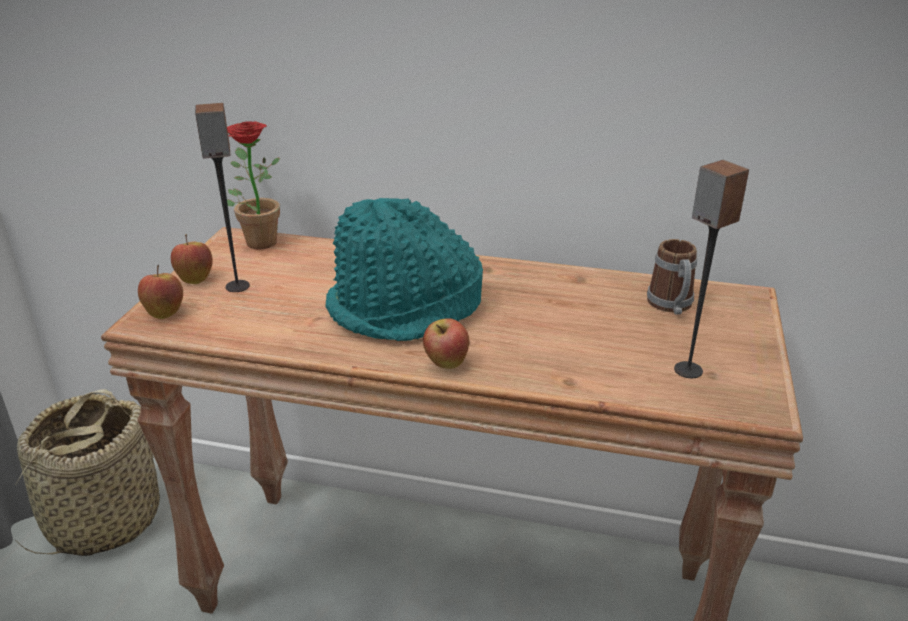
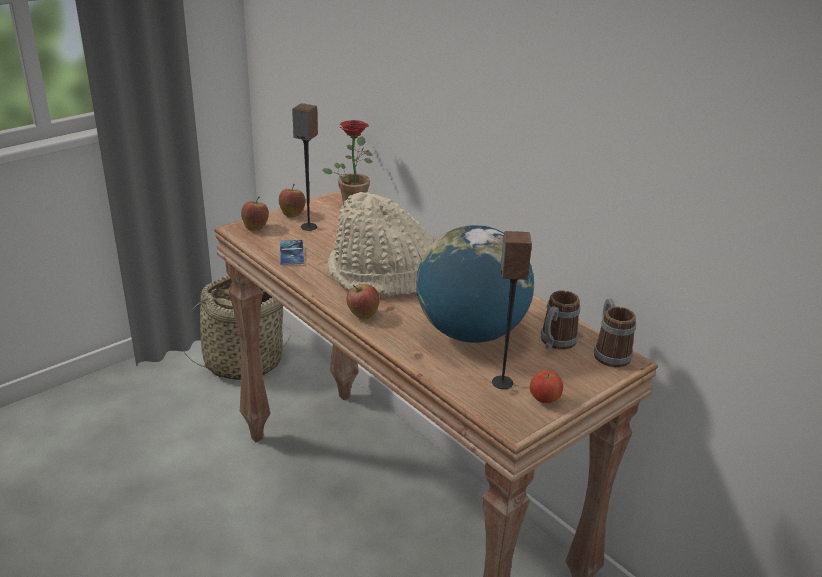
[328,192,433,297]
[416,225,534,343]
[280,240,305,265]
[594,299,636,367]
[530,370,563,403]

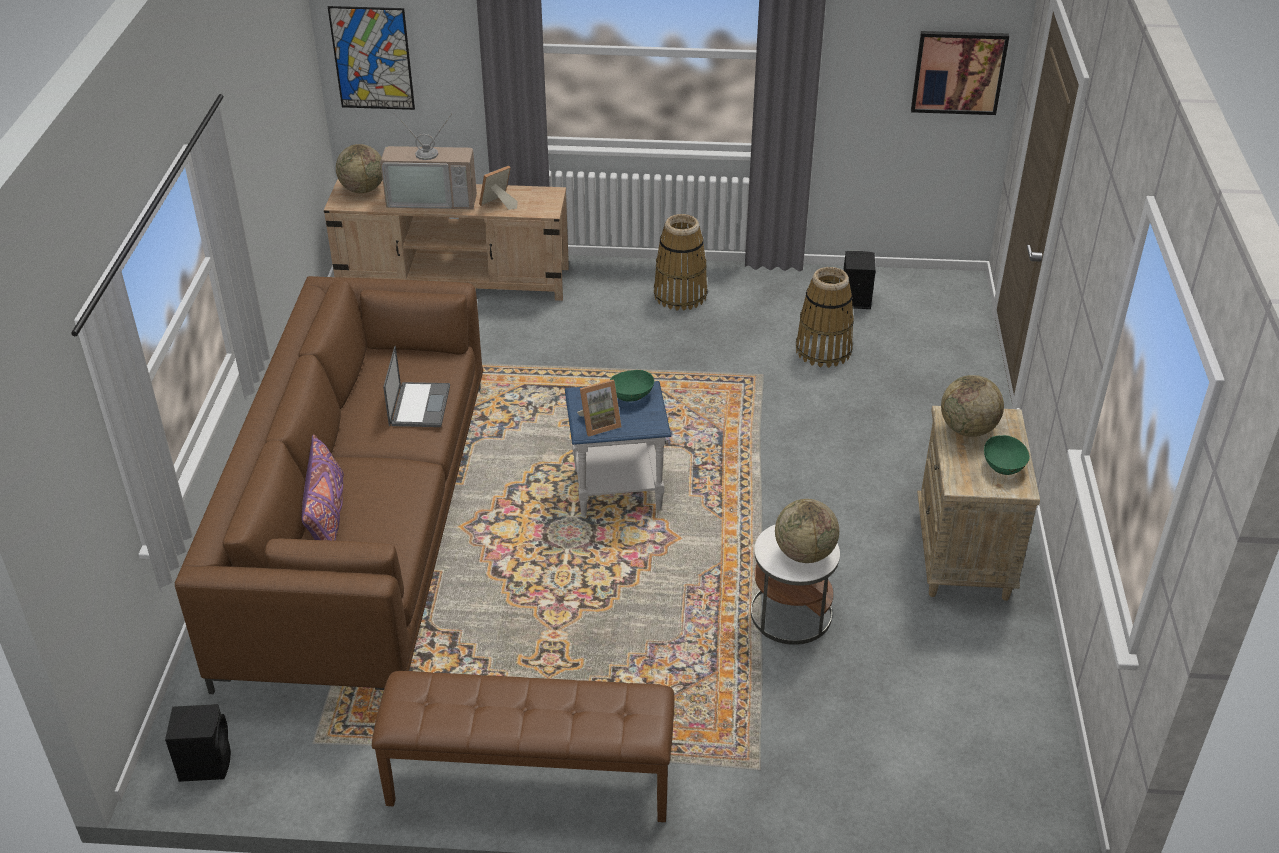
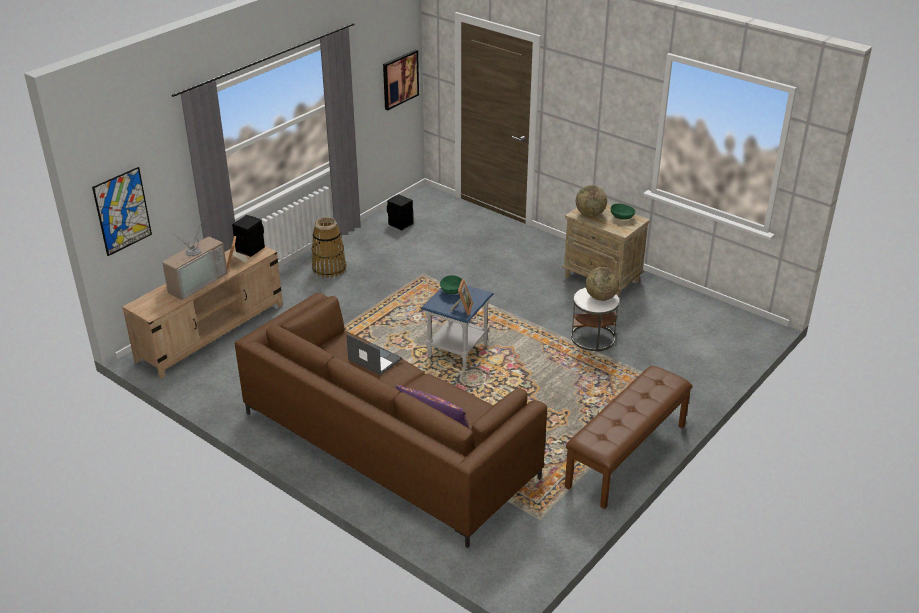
[336,144,383,193] (first image)
[796,267,854,368] (first image)
[232,215,265,257]

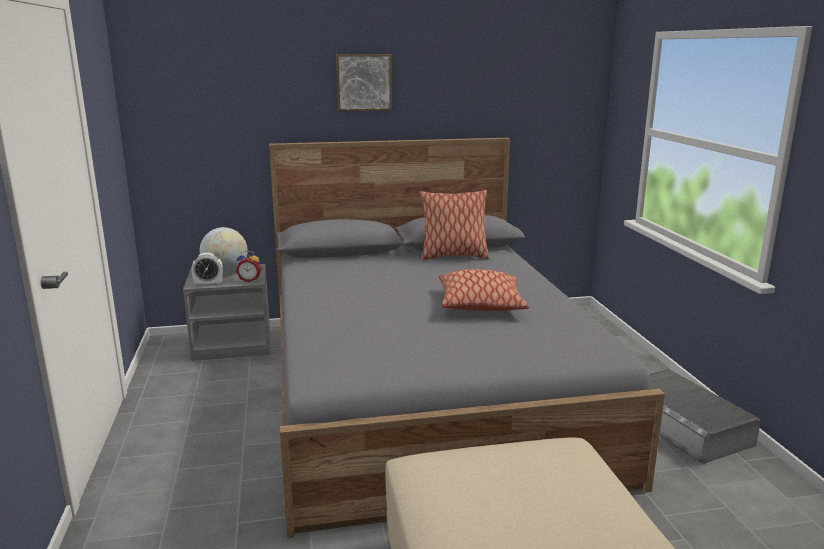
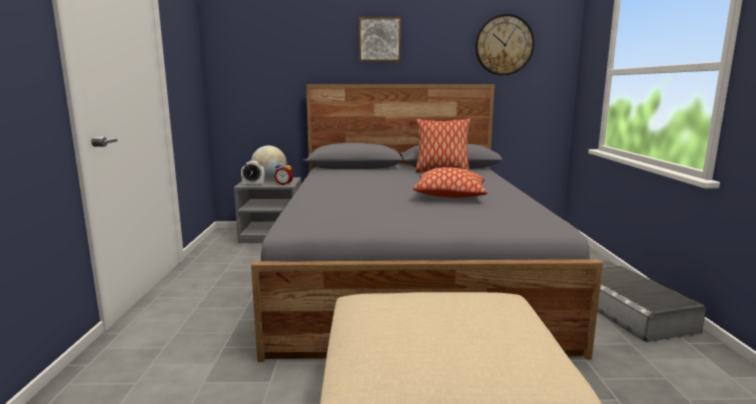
[475,14,534,75]

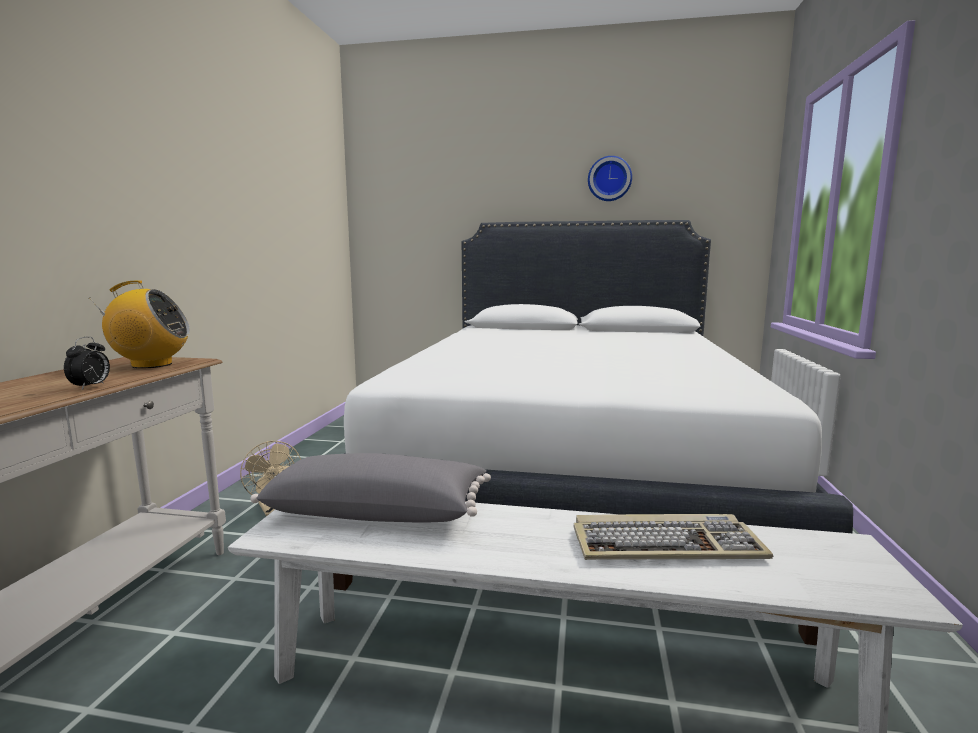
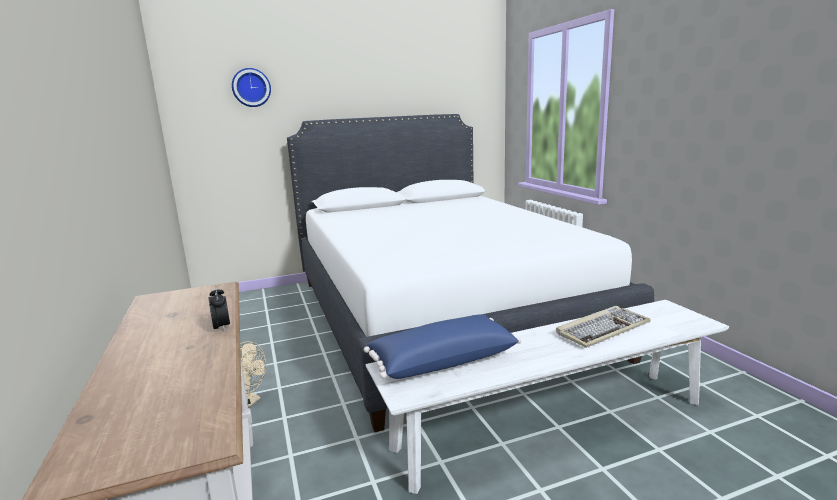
[232,68,271,107]
[88,280,190,369] (first image)
[364,314,521,379]

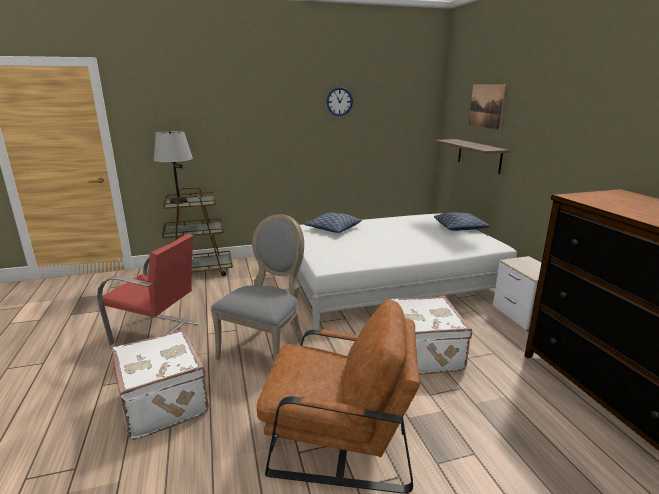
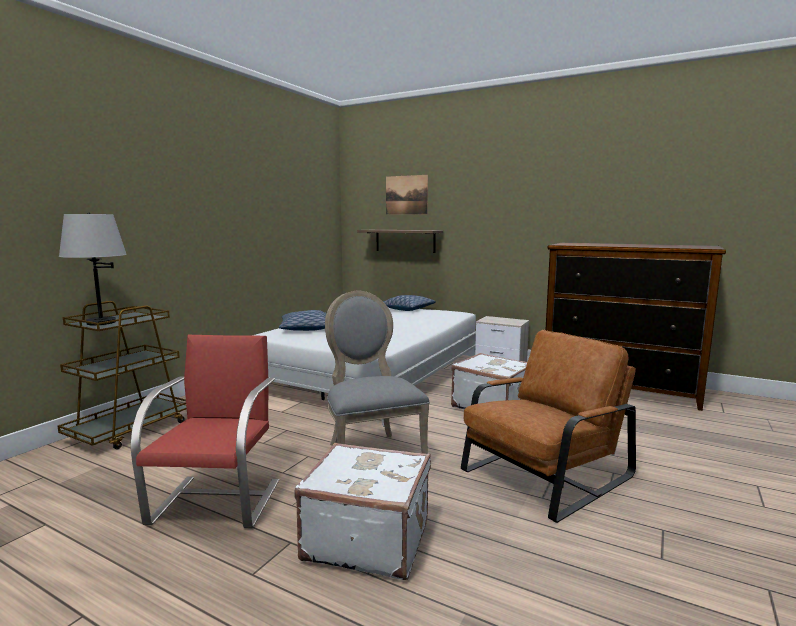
[326,87,353,116] (first image)
[130,335,279,528]

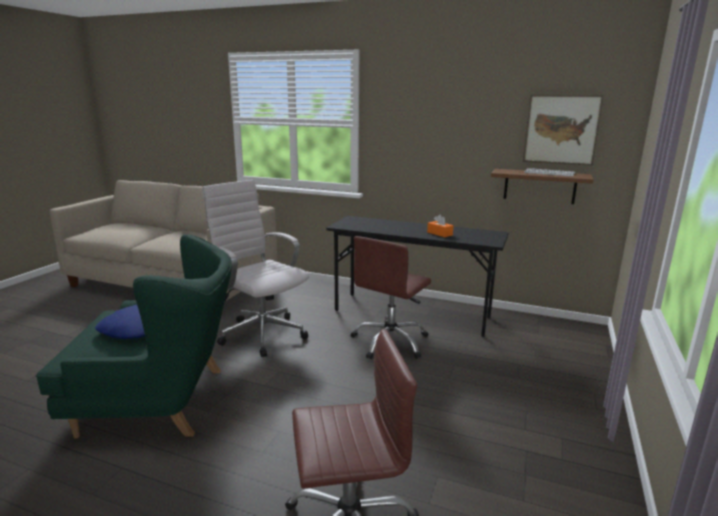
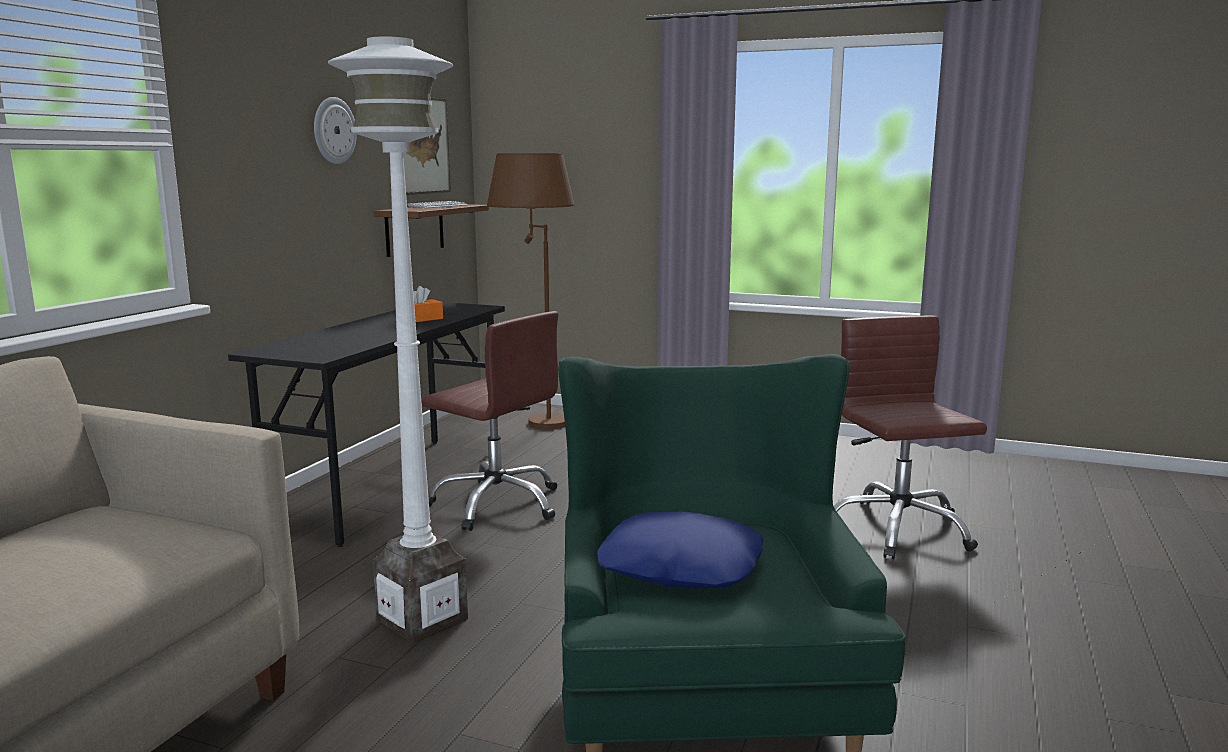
[328,36,468,643]
[314,97,357,164]
[487,153,574,429]

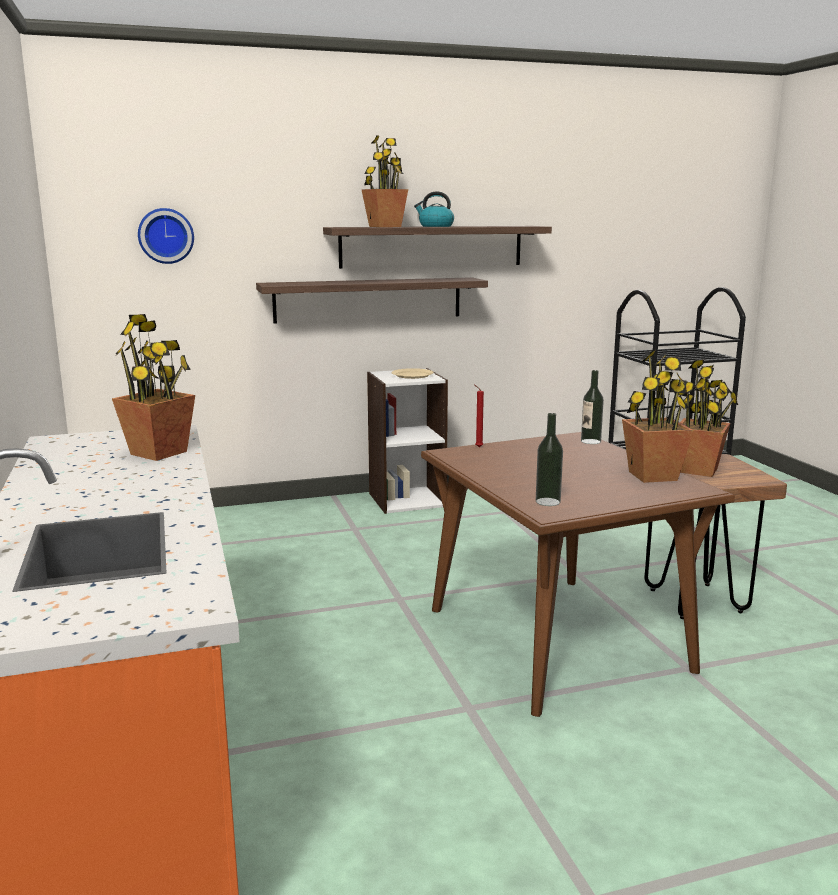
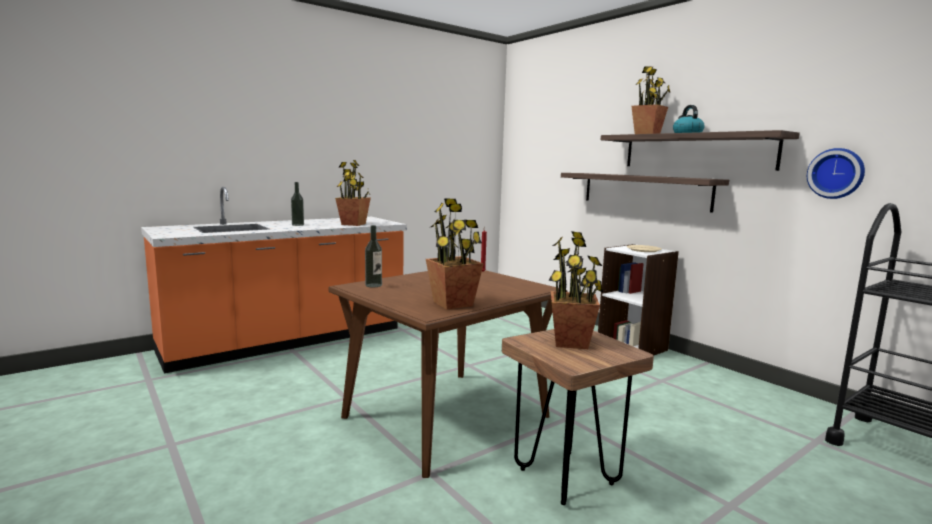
[807,148,865,199]
[291,182,304,226]

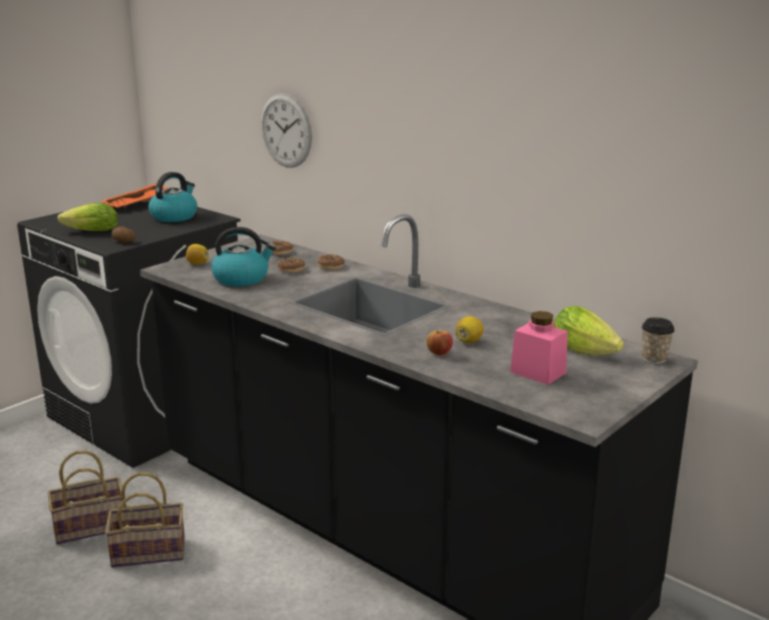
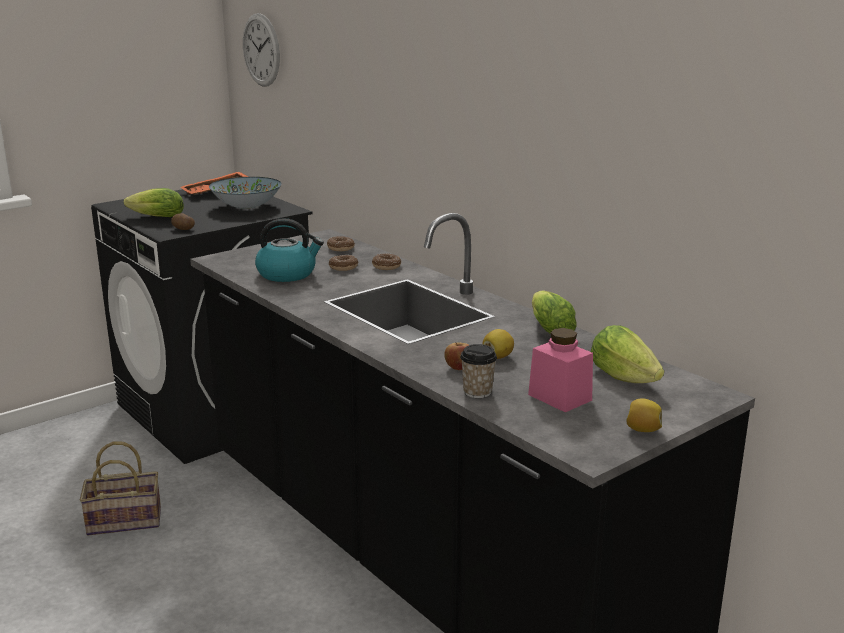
[243,13,280,87]
[209,177,282,209]
[627,398,662,432]
[460,344,497,398]
[105,472,185,567] (first image)
[532,290,577,334]

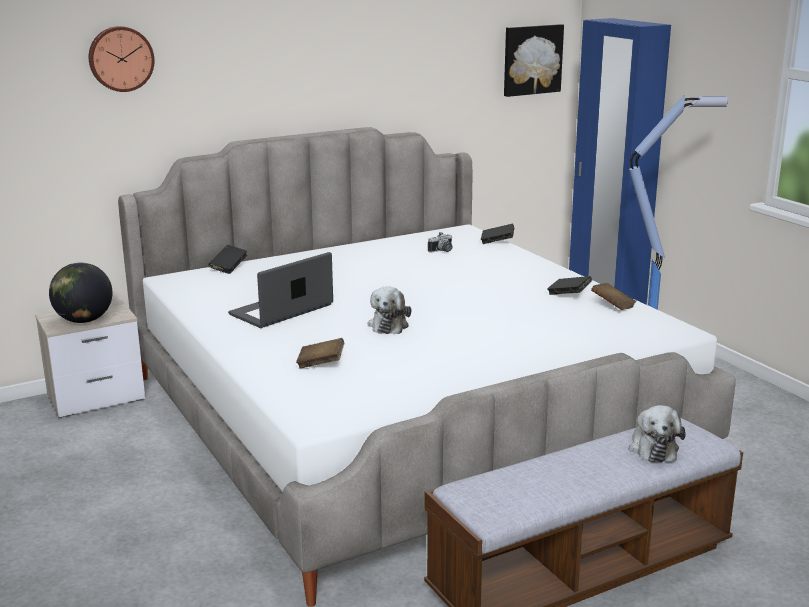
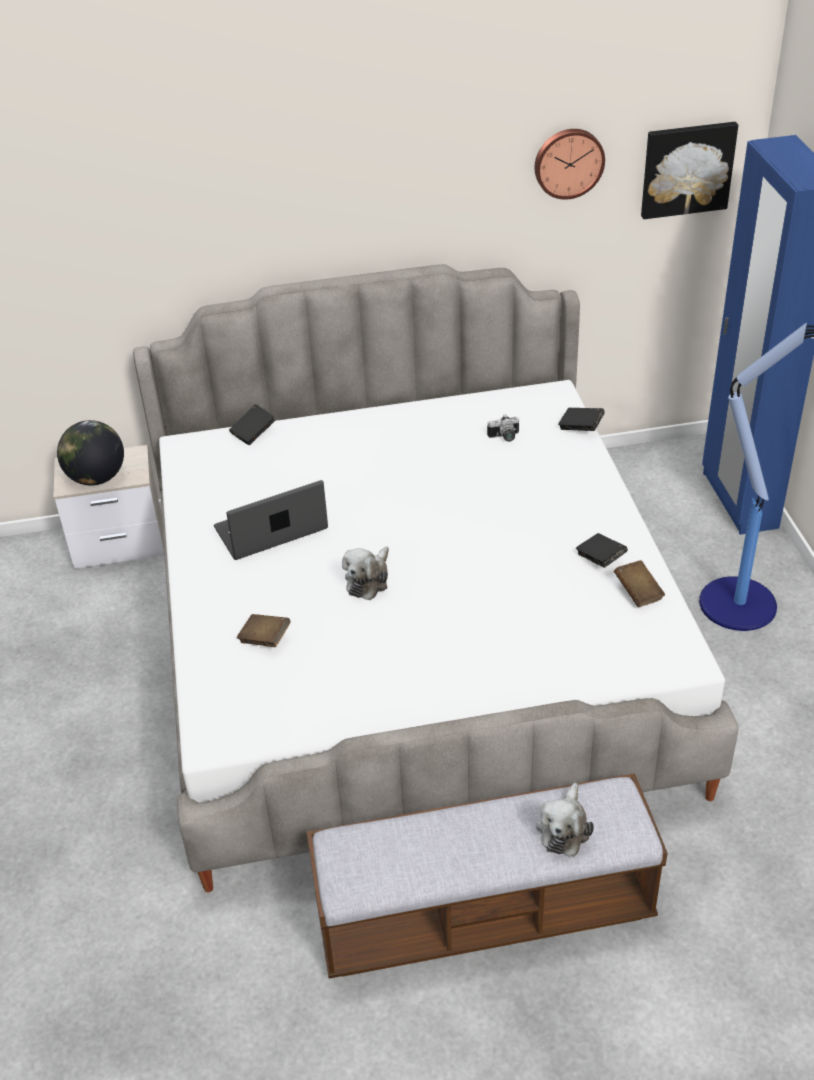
[535,129,605,200]

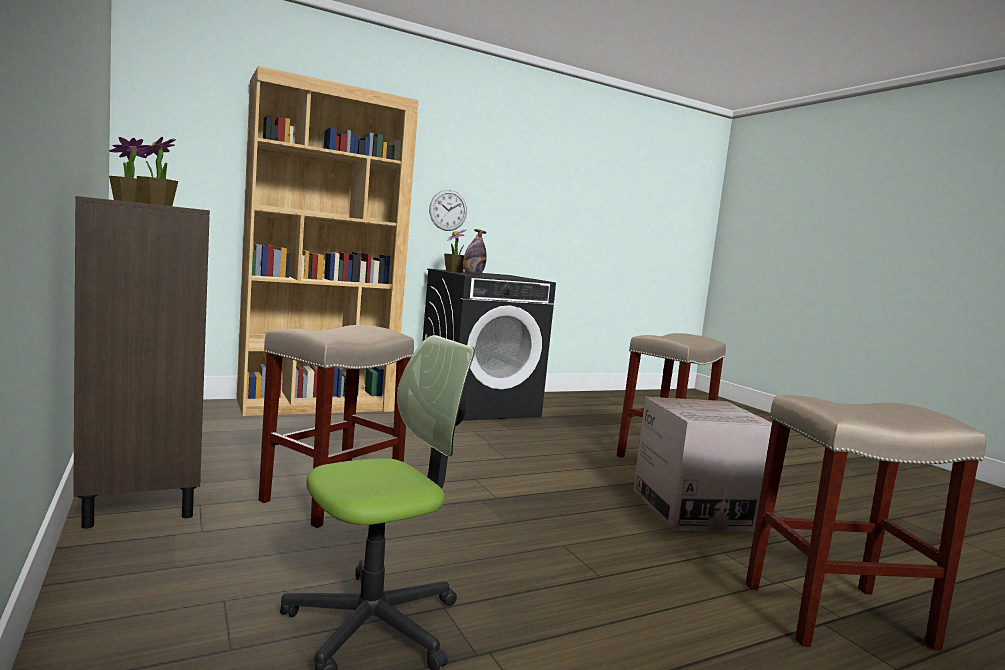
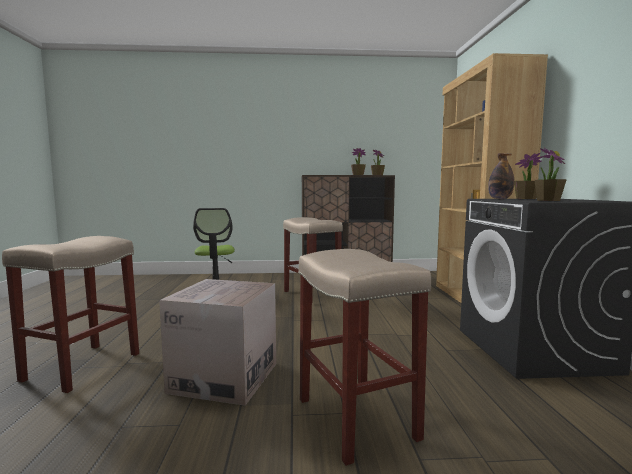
[429,190,467,231] (first image)
[534,147,567,201]

